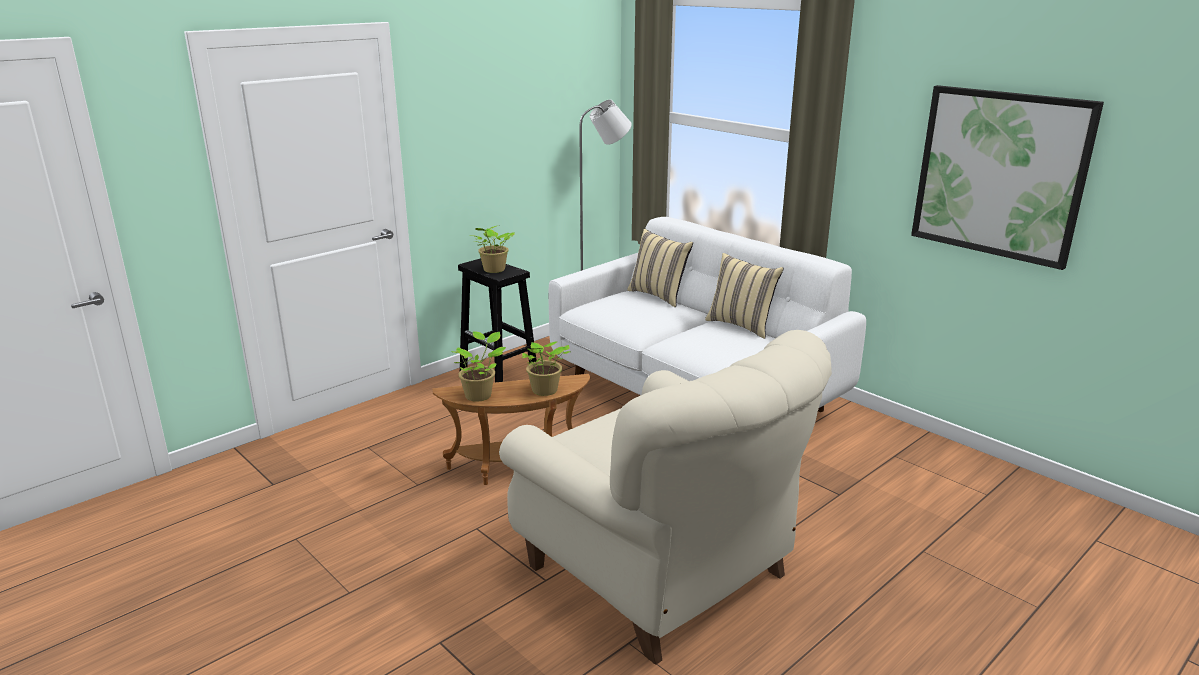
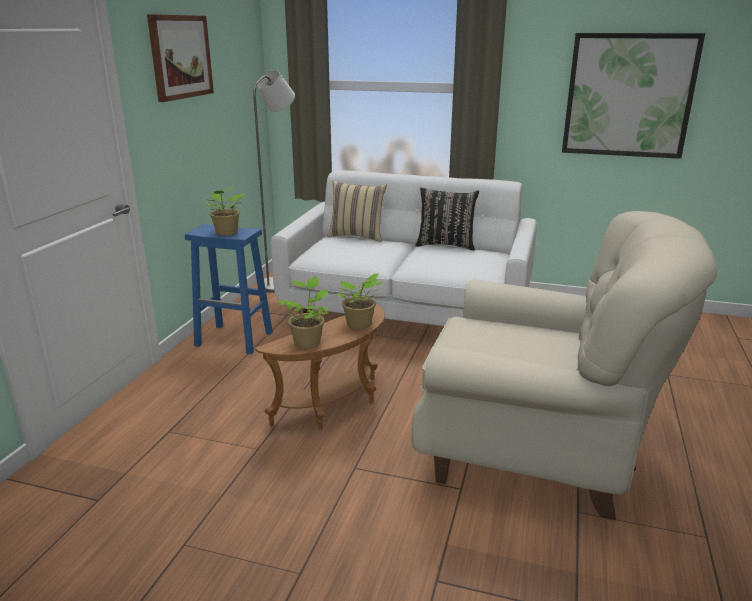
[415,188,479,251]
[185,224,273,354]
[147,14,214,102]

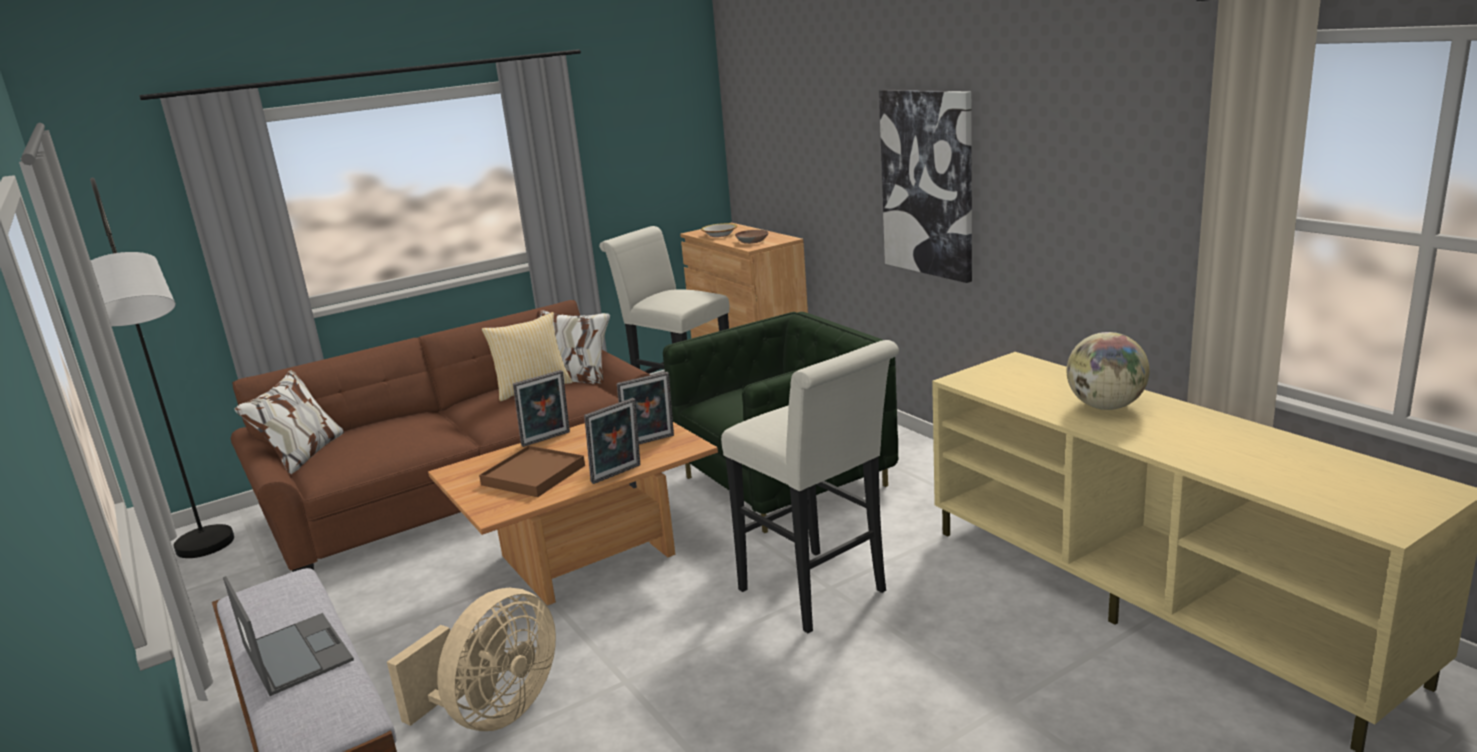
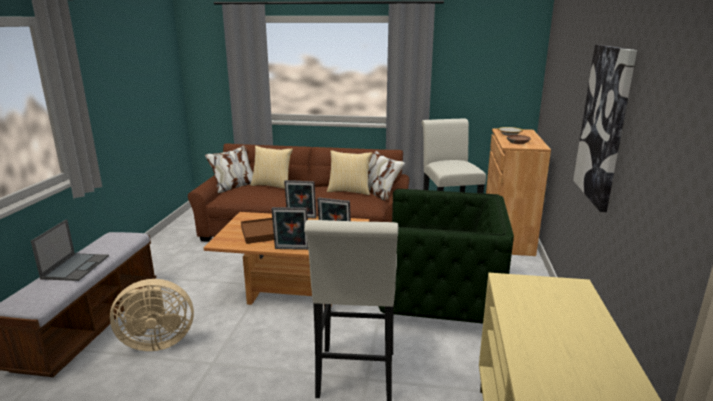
[90,178,234,558] (first image)
[1067,332,1150,410] (first image)
[251,146,293,189]

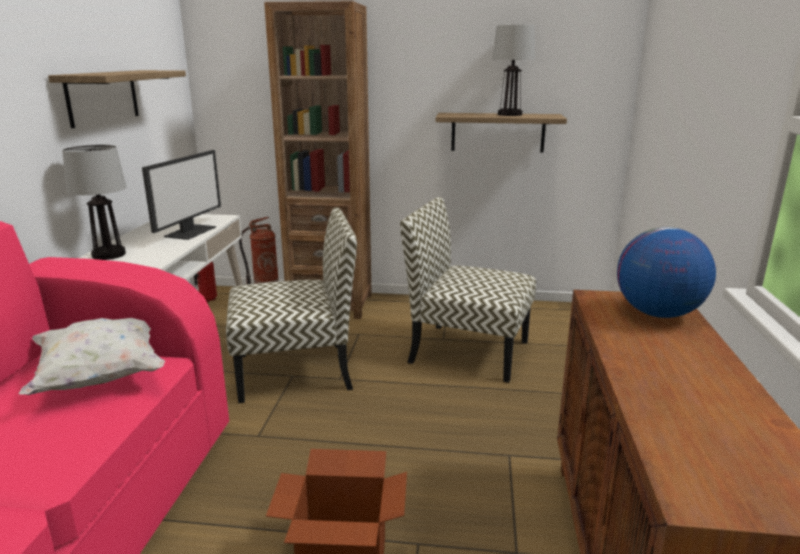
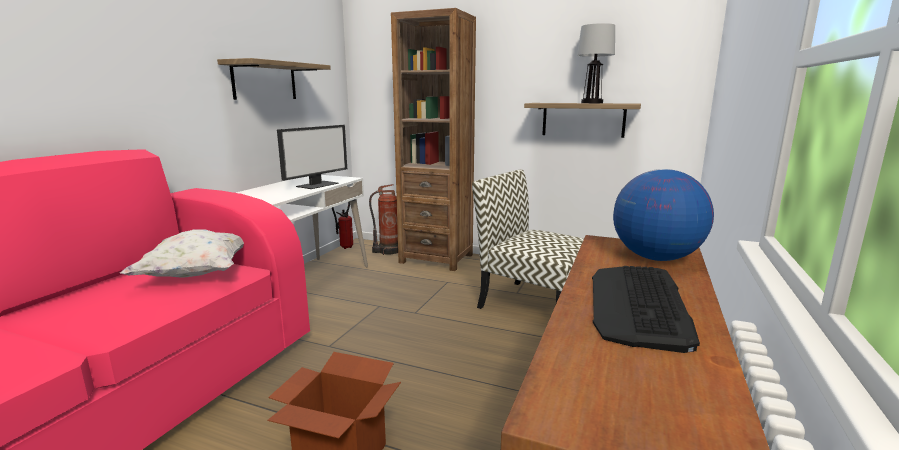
[62,145,127,260] (first image)
[226,207,357,403] (first image)
[592,266,700,353]

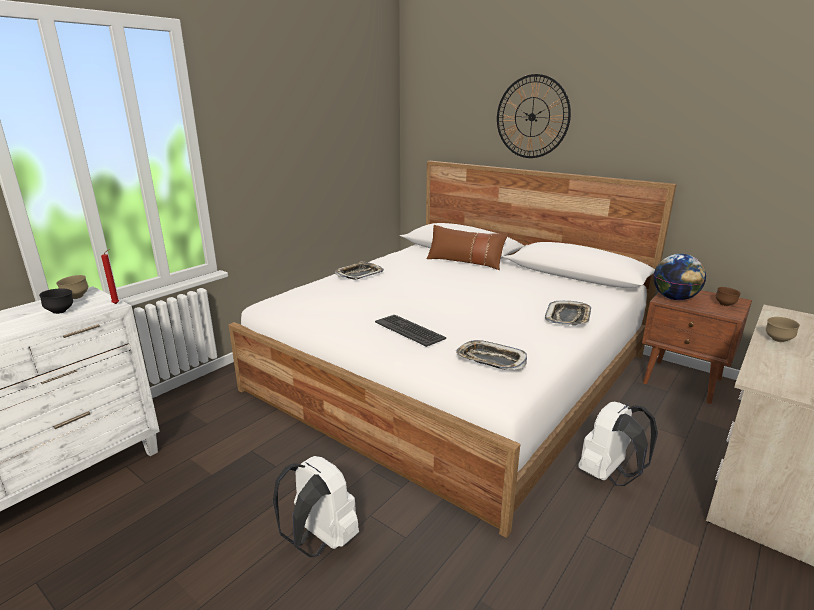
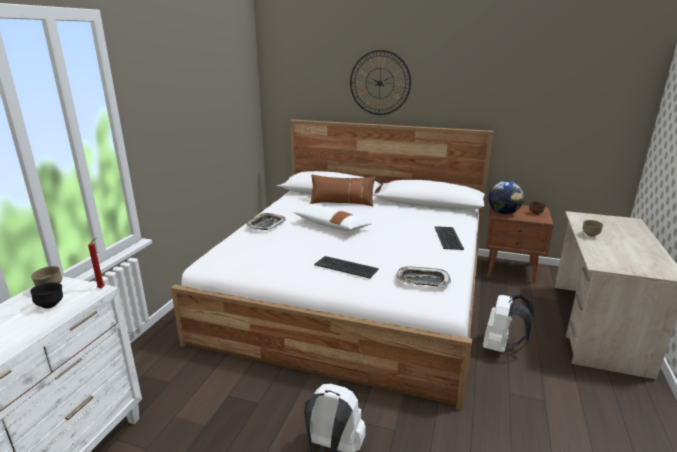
[435,226,464,250]
[293,206,372,232]

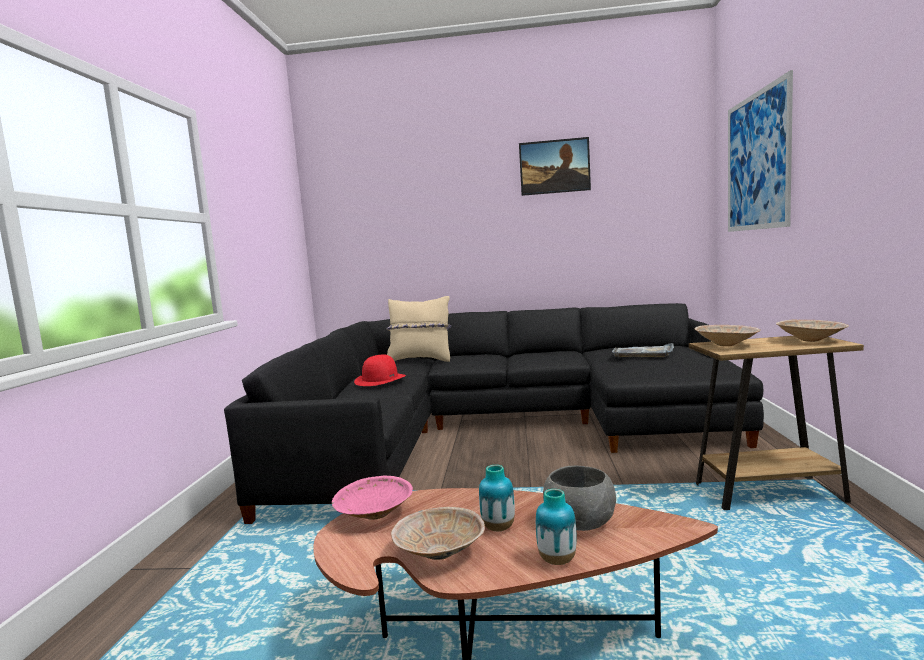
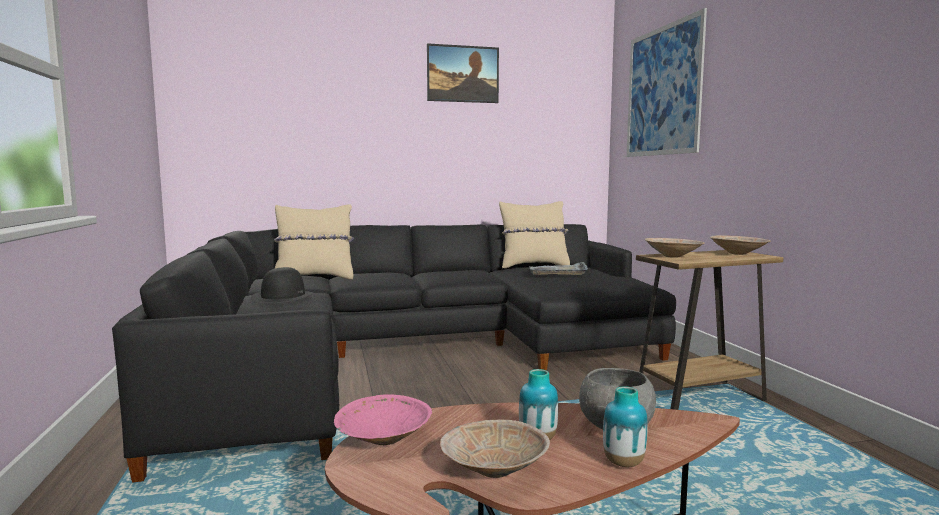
[251,267,314,304]
[499,201,570,268]

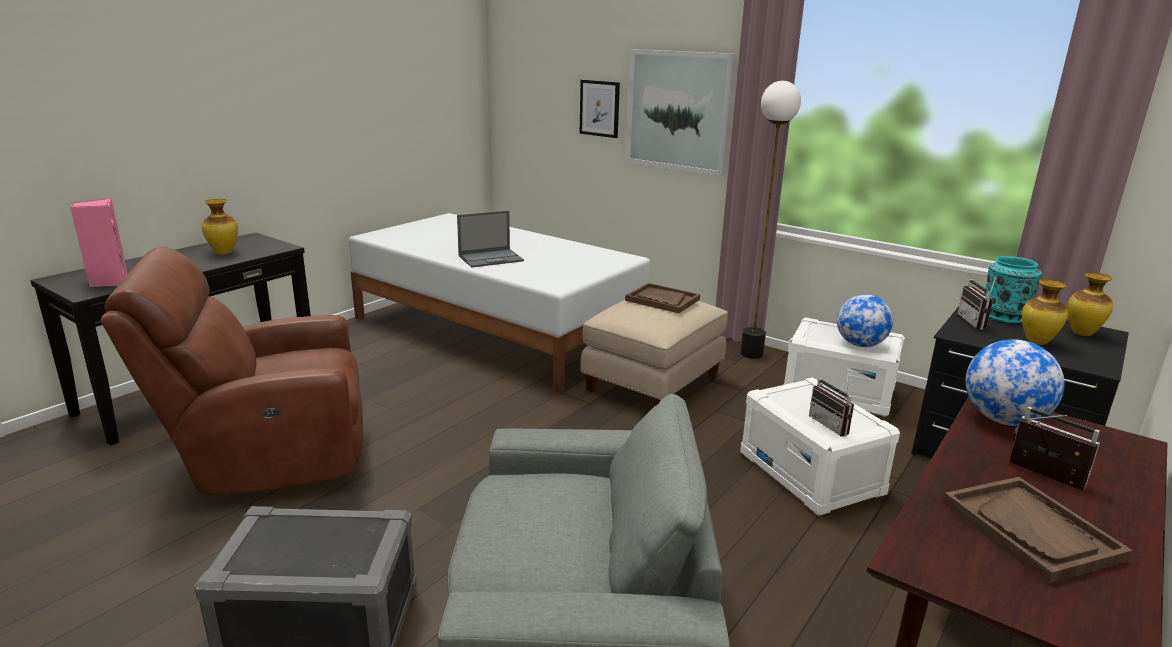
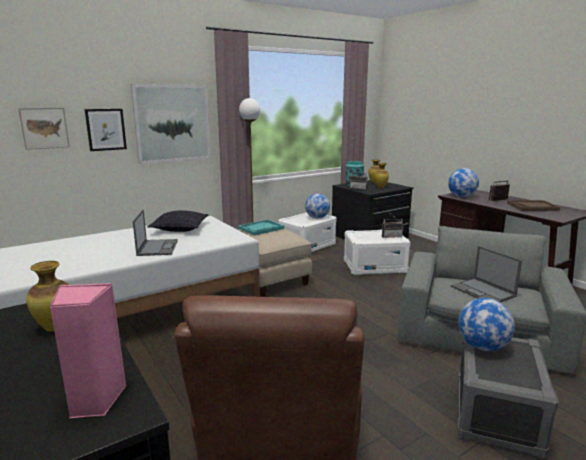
[238,220,284,236]
[18,108,70,150]
[148,210,209,232]
[451,246,522,302]
[458,298,515,351]

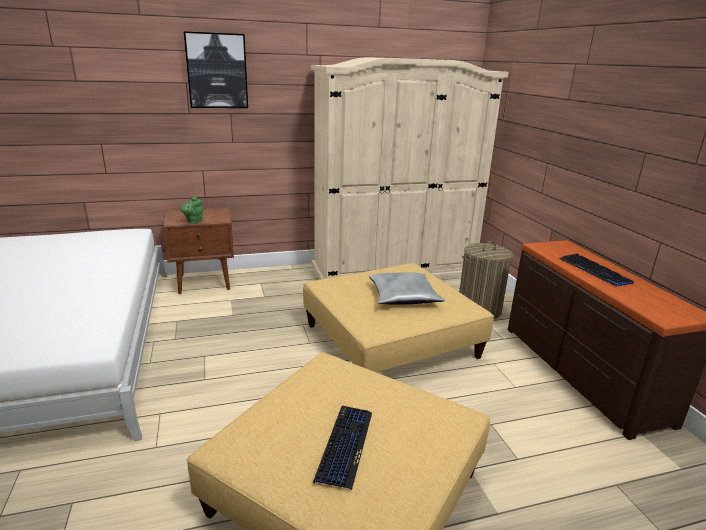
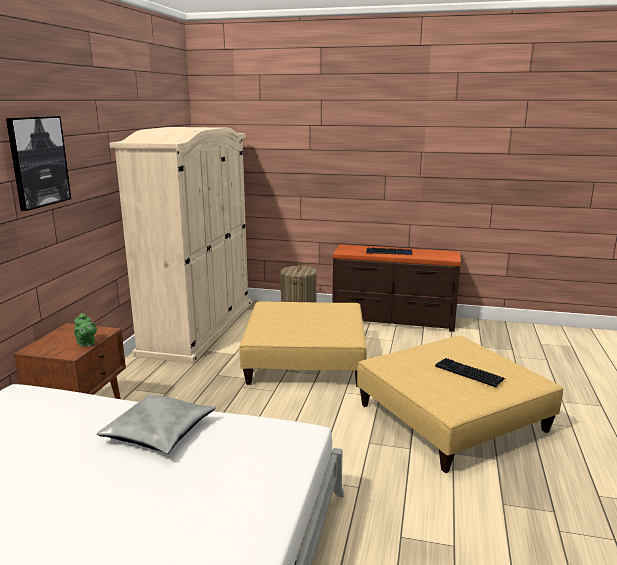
[97,394,216,454]

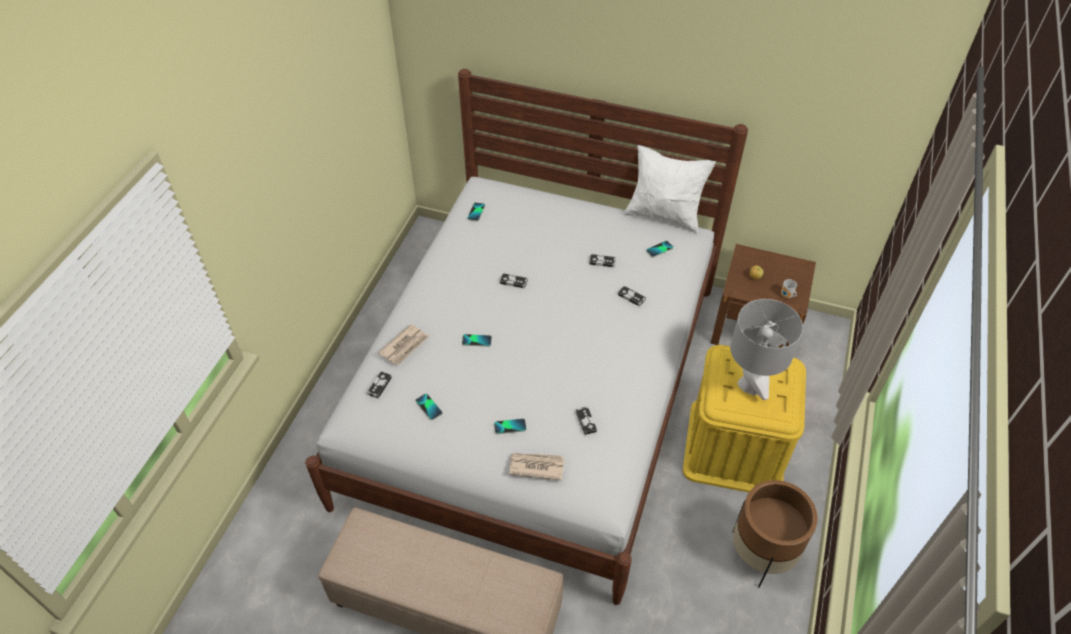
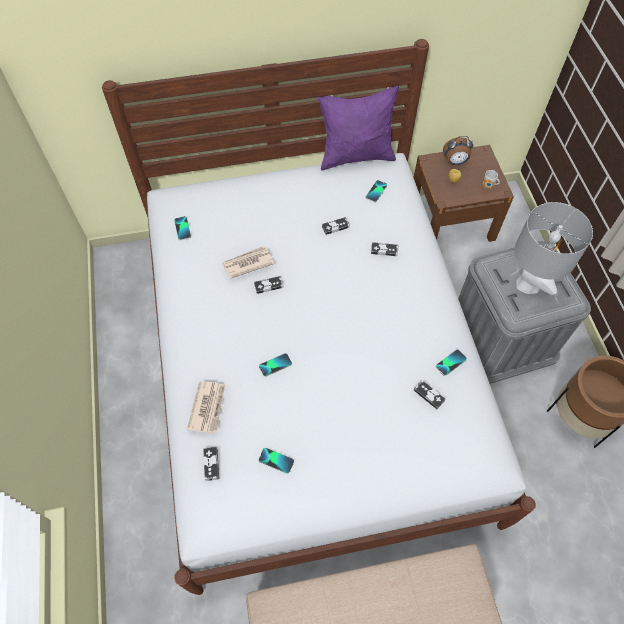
[318,86,399,171]
[458,241,591,384]
[436,349,467,376]
[222,246,274,279]
[443,136,473,165]

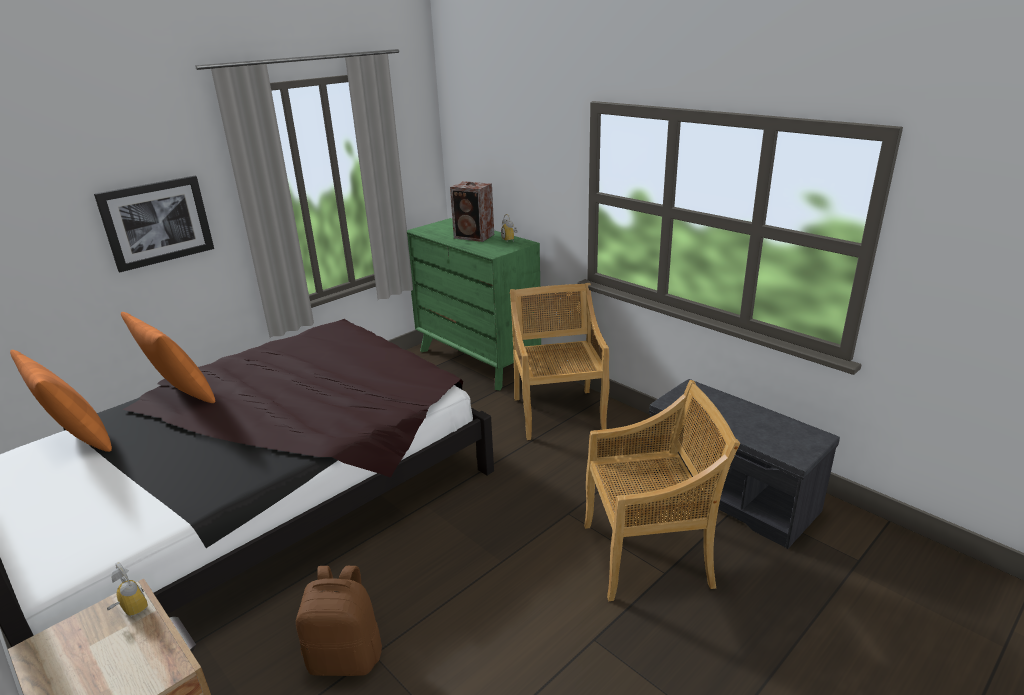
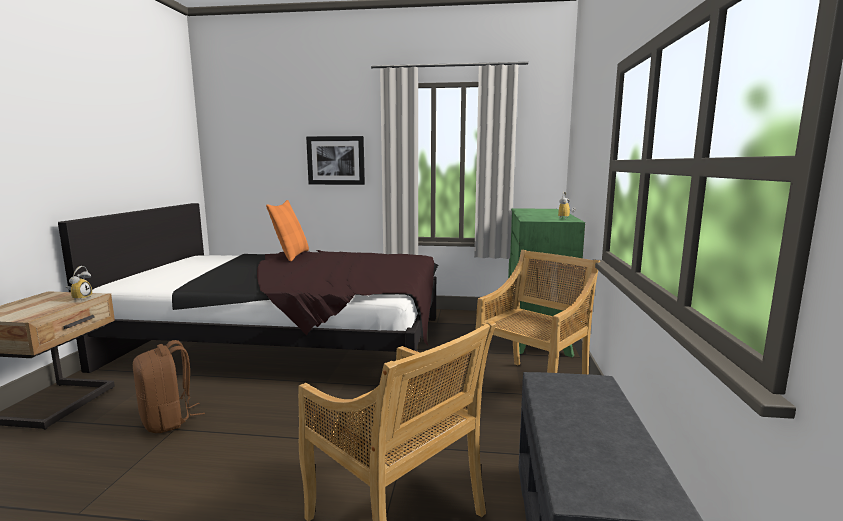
[450,181,494,242] (first image)
[10,350,112,452] (first image)

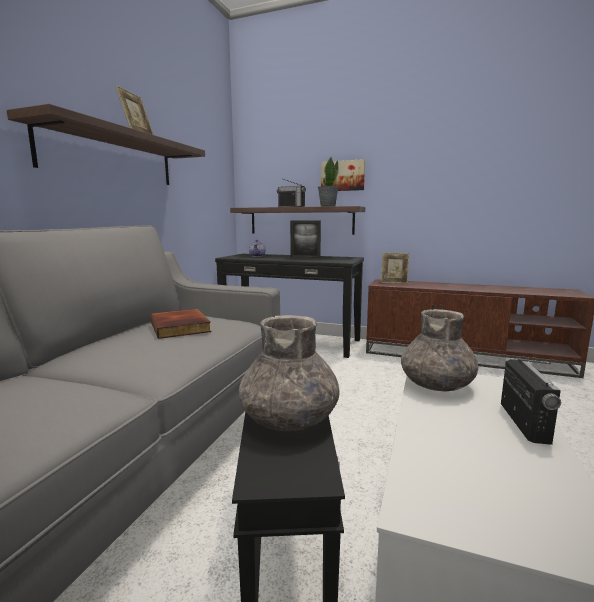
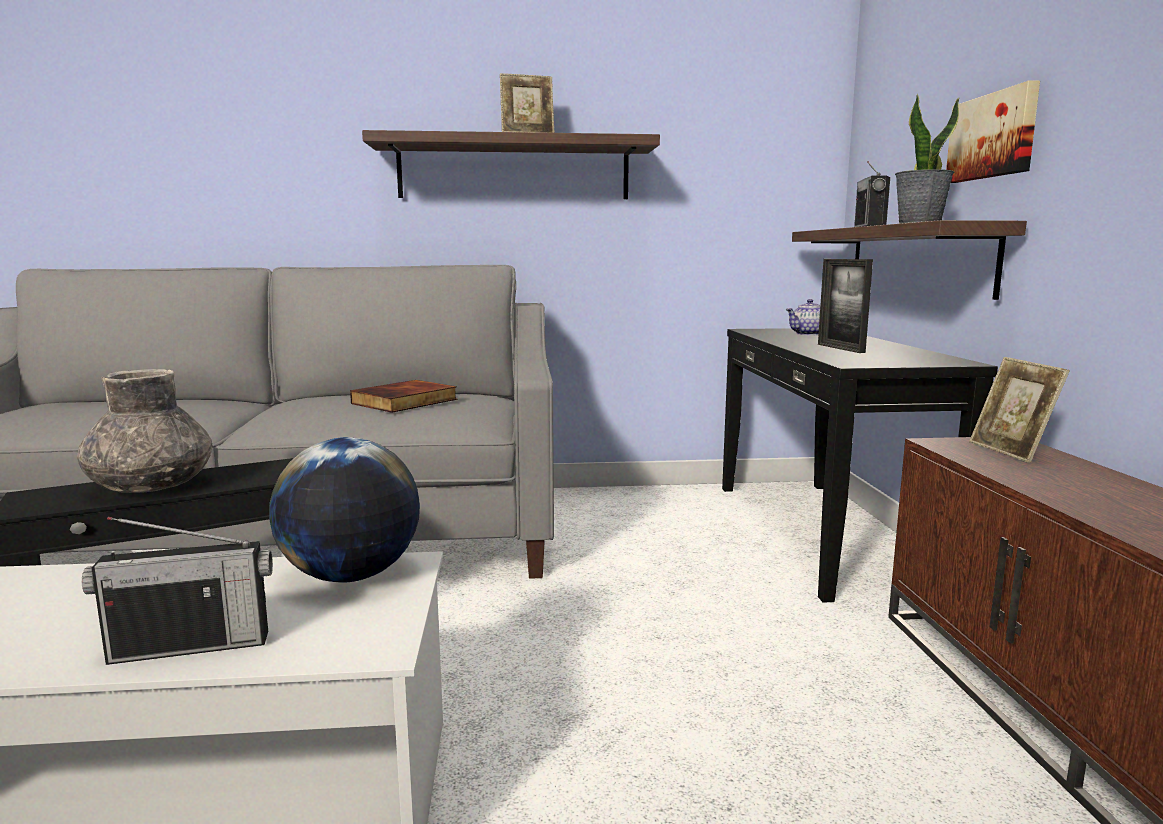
[269,437,420,583]

